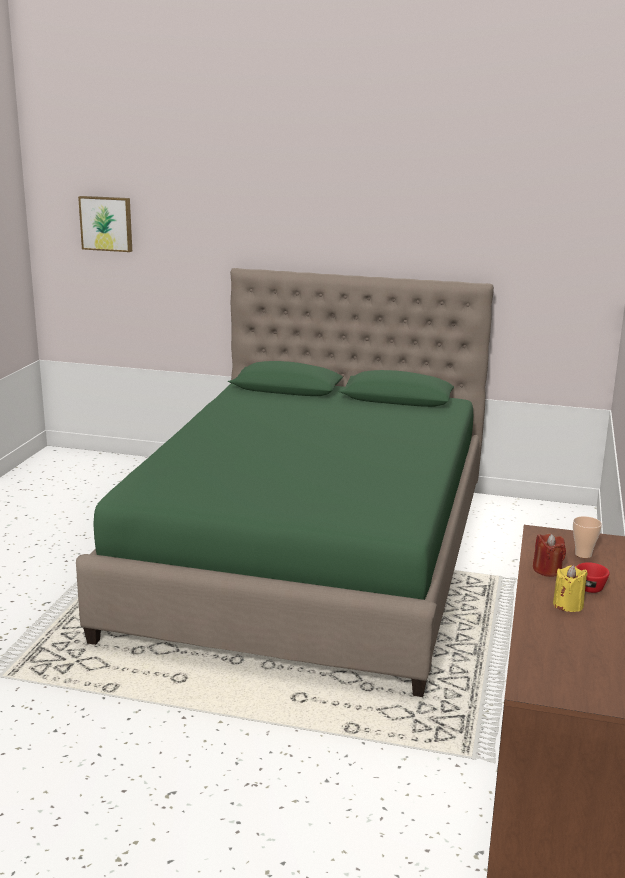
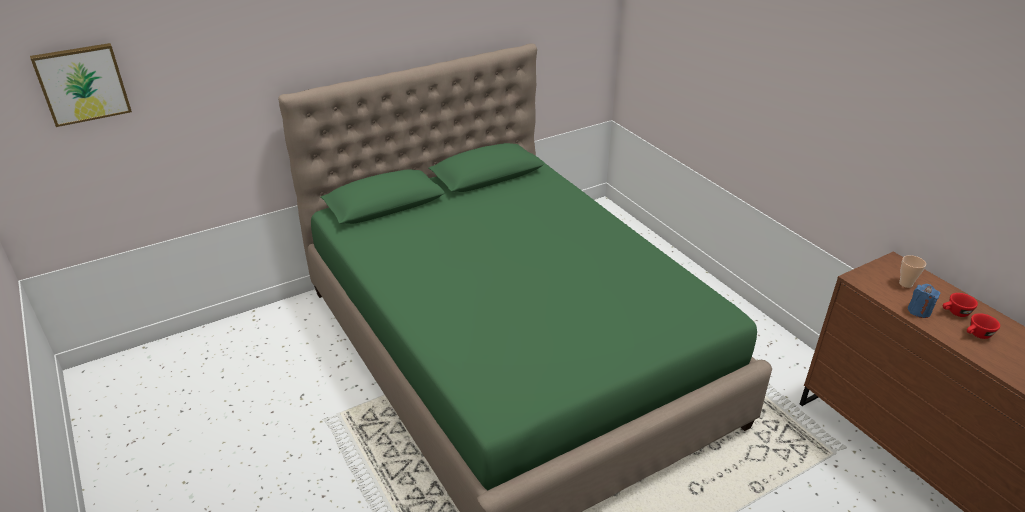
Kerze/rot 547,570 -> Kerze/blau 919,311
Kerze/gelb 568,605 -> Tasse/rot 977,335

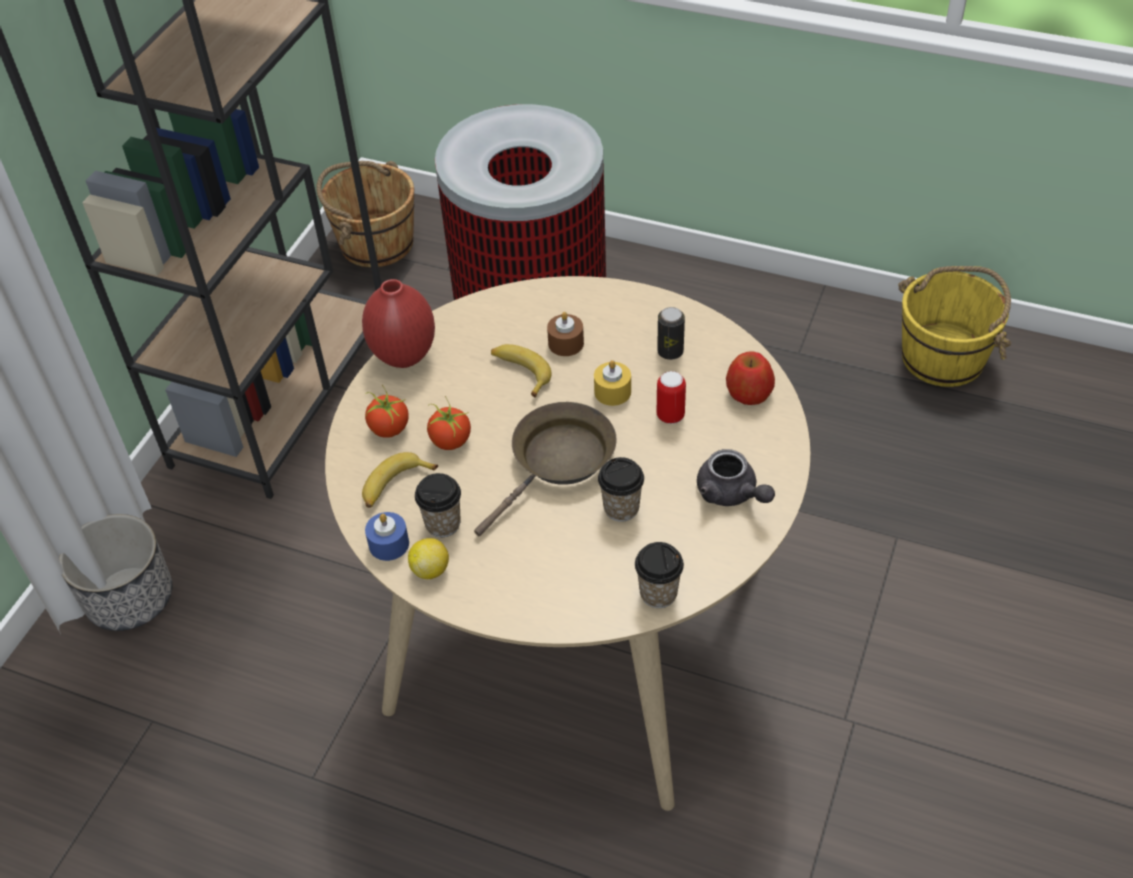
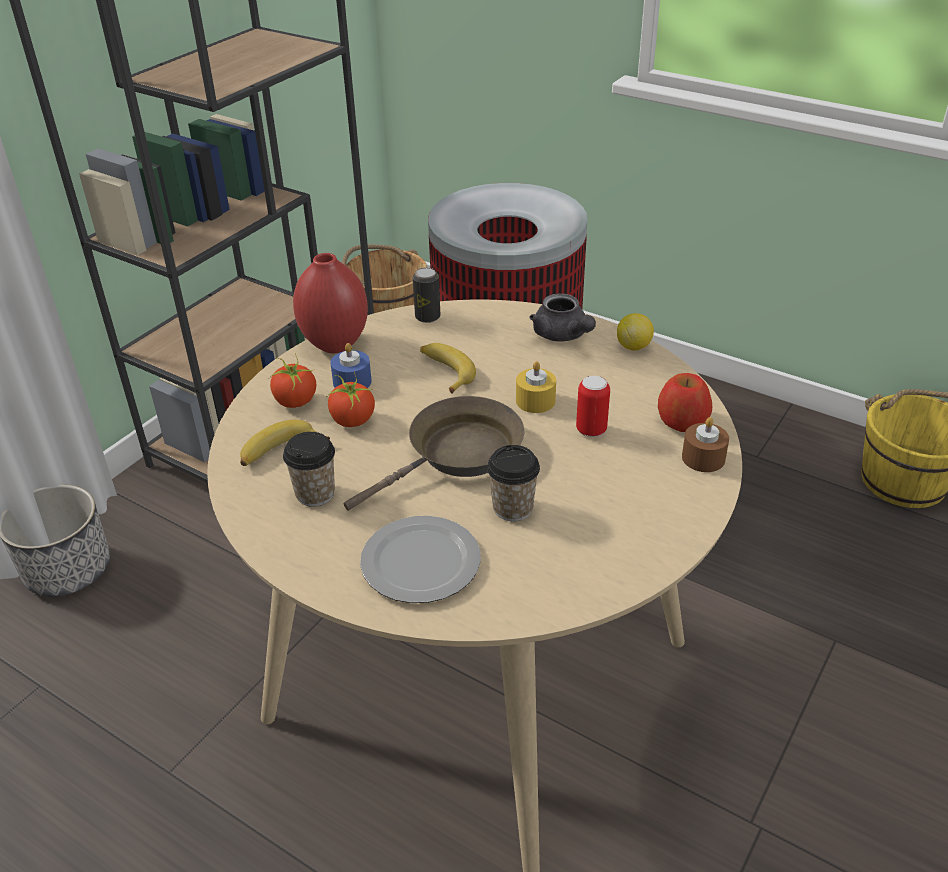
Kerze/blau 389,544 -> Kerze/blau 352,382, relocated
Zitrone 430,569 -> Zitrone 633,346, relocated
Kerze/braun 566,343 -> Kerze/braun 703,458, relocated
Tasse 658,593 -> none
Dose 670,351 -> Dose 427,317, relocated
Teekanne/grau 731,494 -> Teekanne/grau 563,335, relocated
none -> Teller 419,561

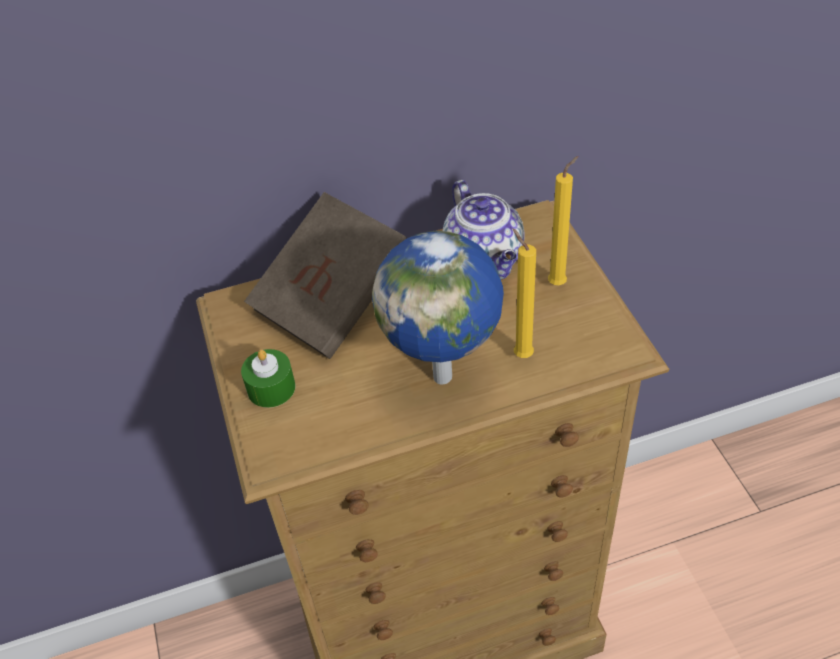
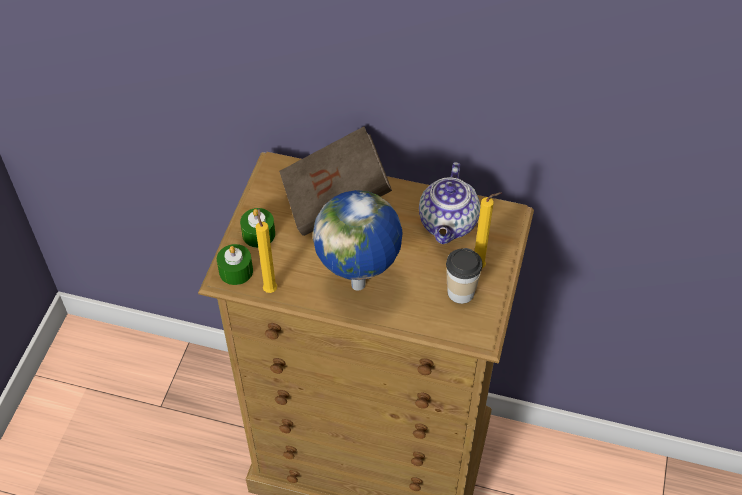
Kerze/gelb 521,354 -> Kerze/gelb 270,288, relocated
none -> Kerze/grün 236,271
none -> Tasse 460,292

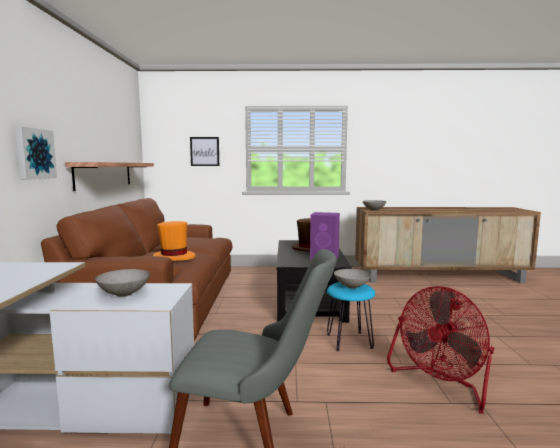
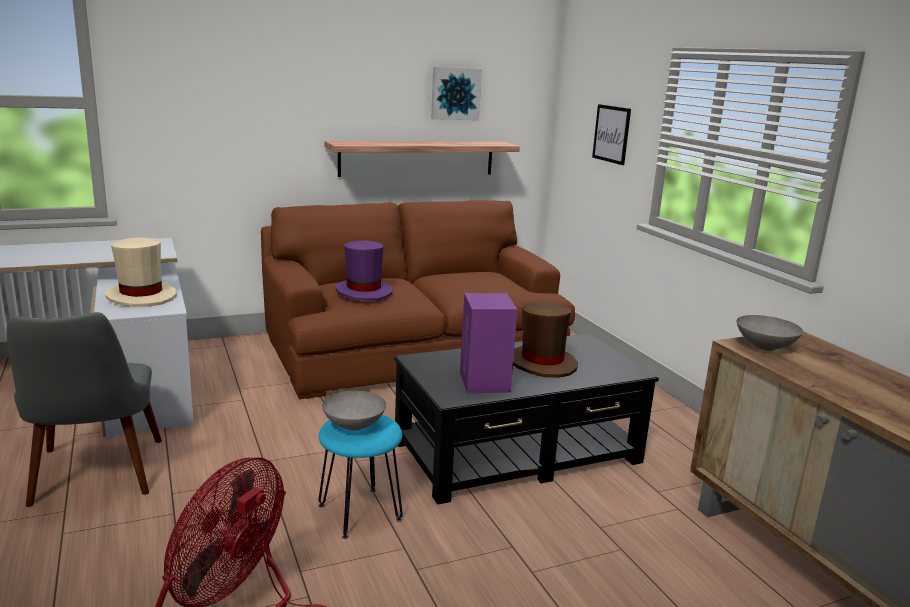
Bild 34,154 -> Bild 455,93, relocated
Schüssel/grau 123,294 -> Hut/beige 142,296
Hut/orange 174,257 -> Hut/lila 364,292

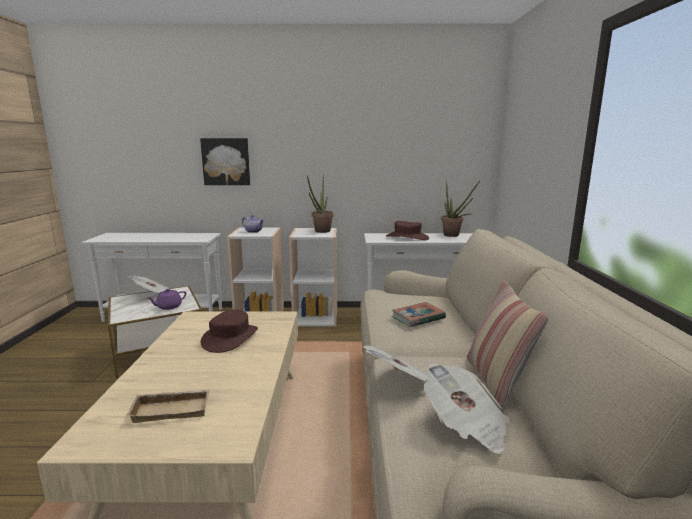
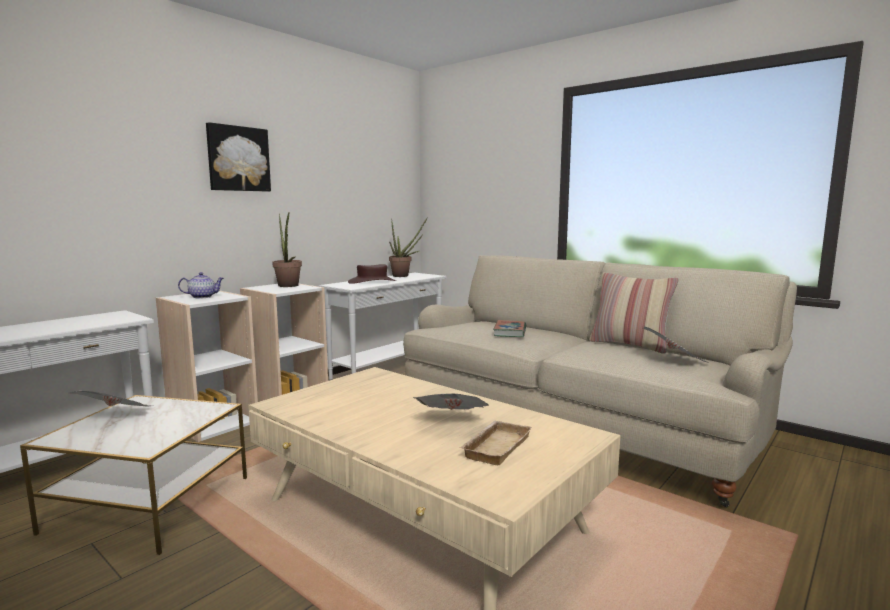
Teekanne/lila 168,307 -> none
Bild 226,161 -> Bild 238,159, relocated
Hut/braun 230,338 -> none
Zeitung 400,382 -> Zeitung 452,422, relocated

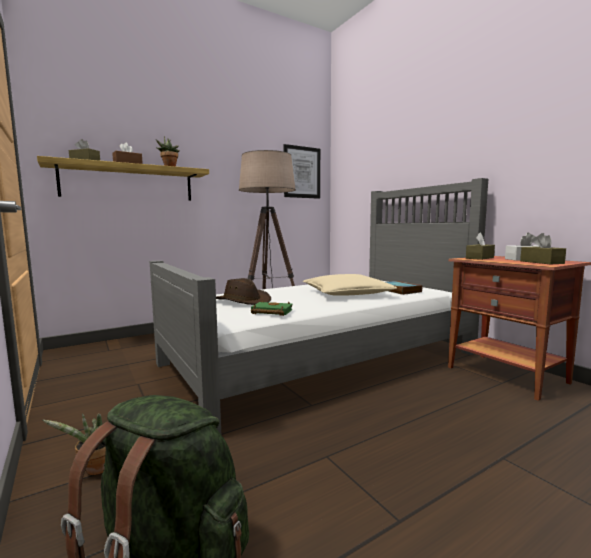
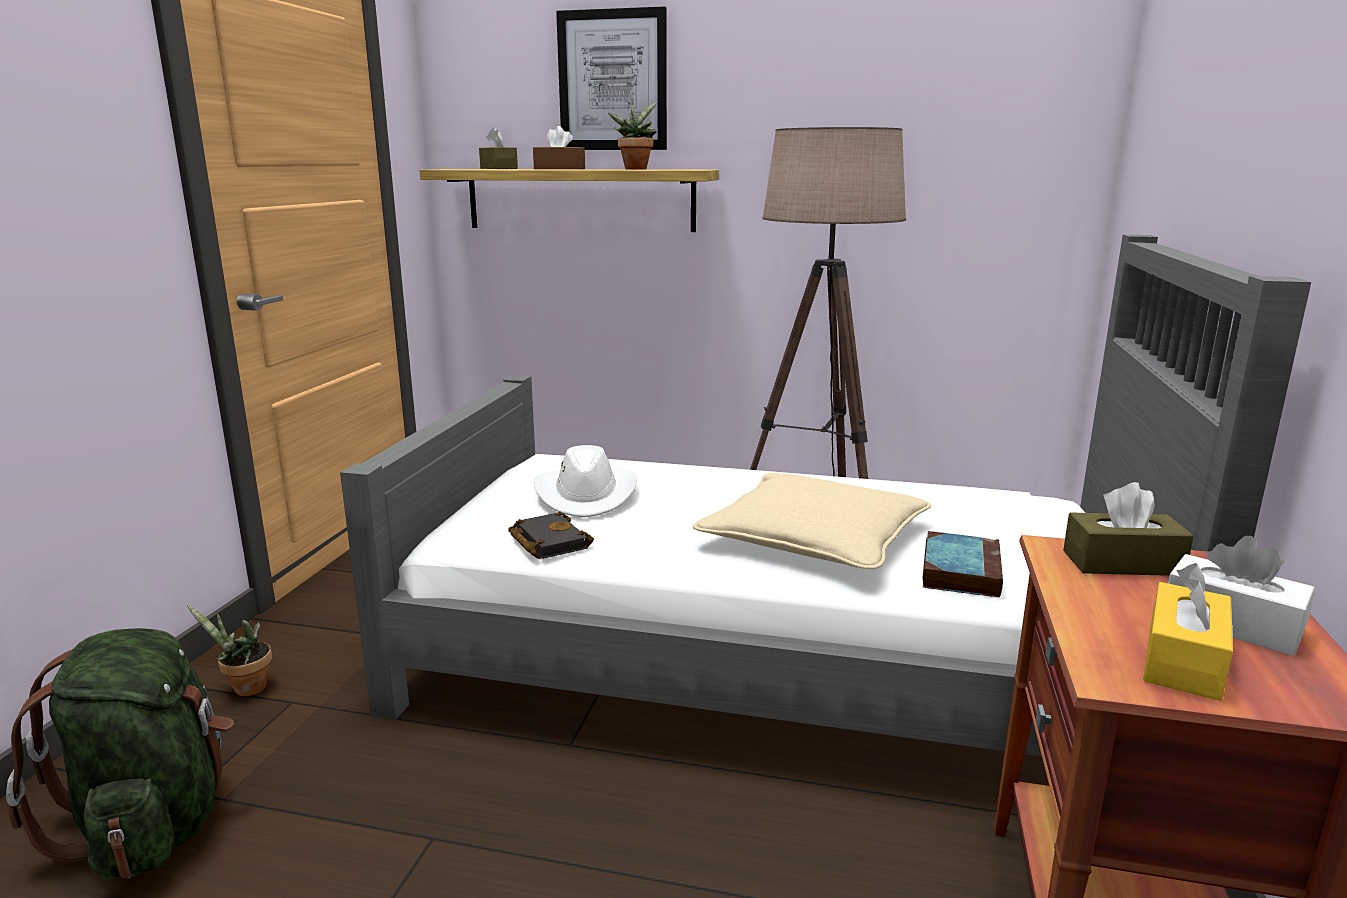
Hut/braun 242,301 -> Hut/weiß 587,495
Buch/grün 270,312 -> Buch/schwarz 546,542
Bild 302,172 -> Bild 612,81, relocated
Taschentuchbox/braun 541,262 -> Taschentuchbox/gelb 1183,661

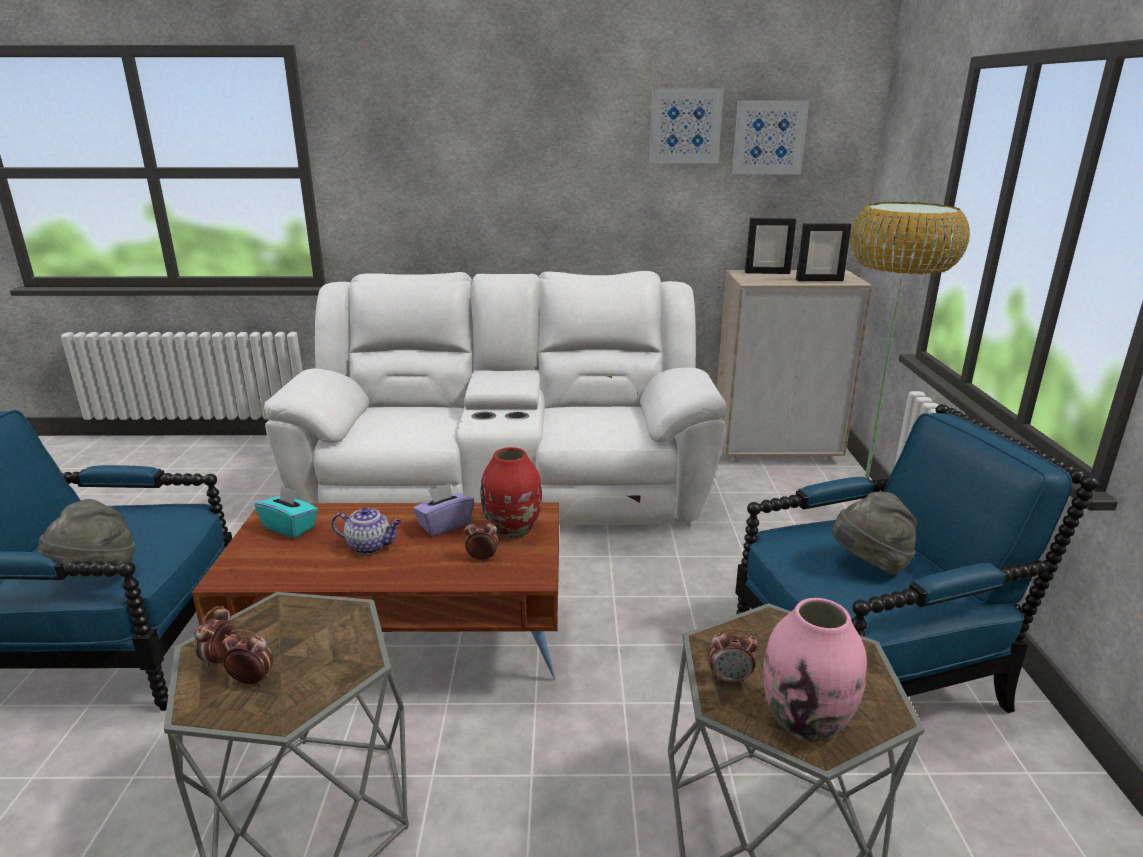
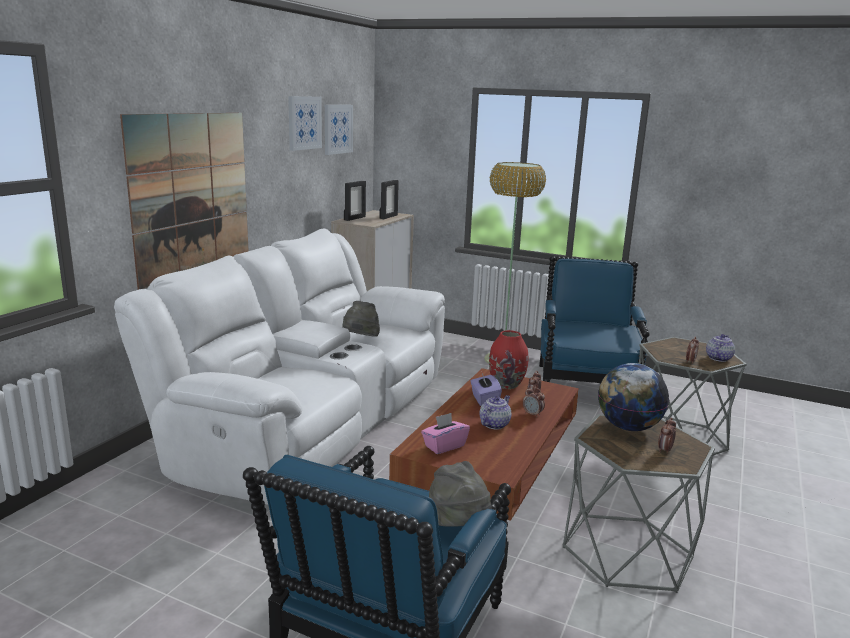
Wecker 221,660 -> Wecker 532,414, relocated
Taschentuchbox/türkis 290,527 -> Taschentuchbox/rosa 444,446
Vase/rosa 806,721 -> Teekanne 718,358
Hut/grau 869,564 -> Hut/grau 360,339, relocated
none -> Bild 191,195
none -> Globus 628,427

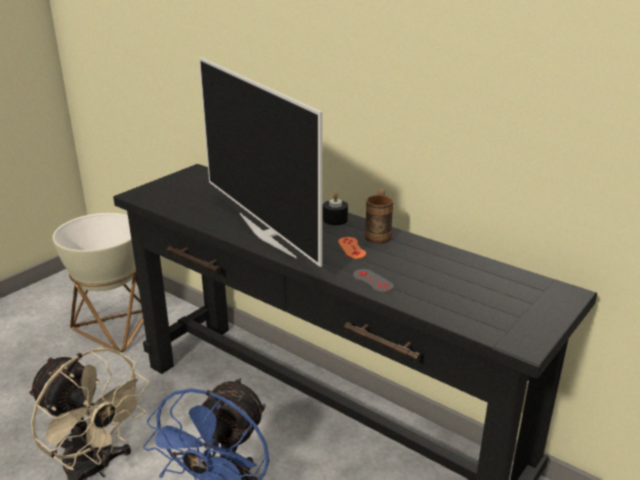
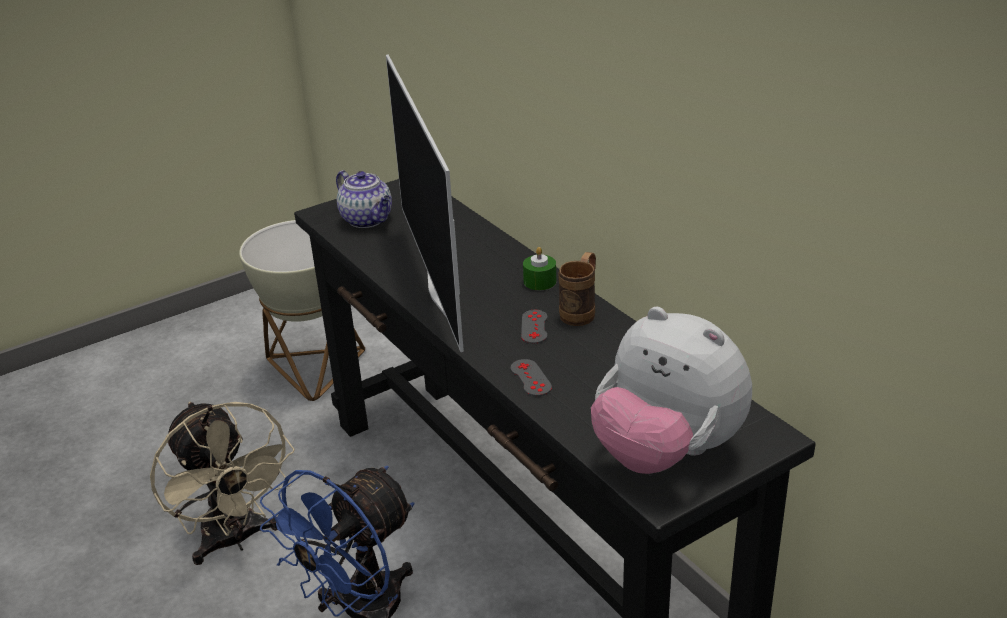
Kerze/schwarz 335,219 -> Kerze/grün 540,281
Gamepad/orange 351,248 -> Gamepad/grau 534,327
none -> Teekanne 368,220
none -> Plüschtier 667,453

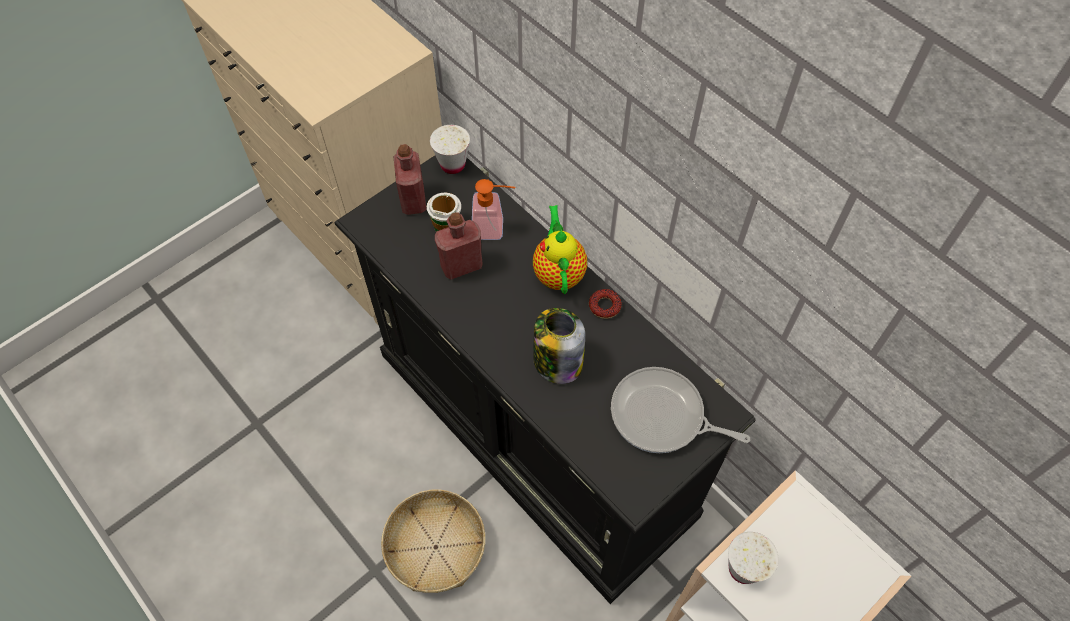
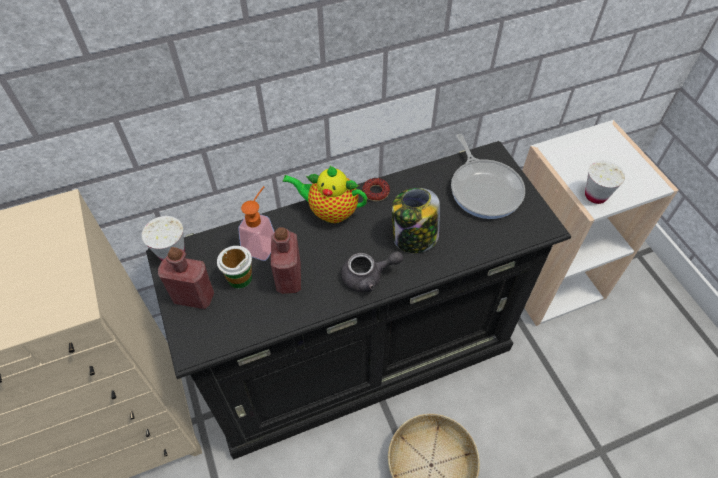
Pfanne 662,416 -> Pfanne 484,189, 60 degrees counterclockwise
none -> Teekanne/grau 368,277

